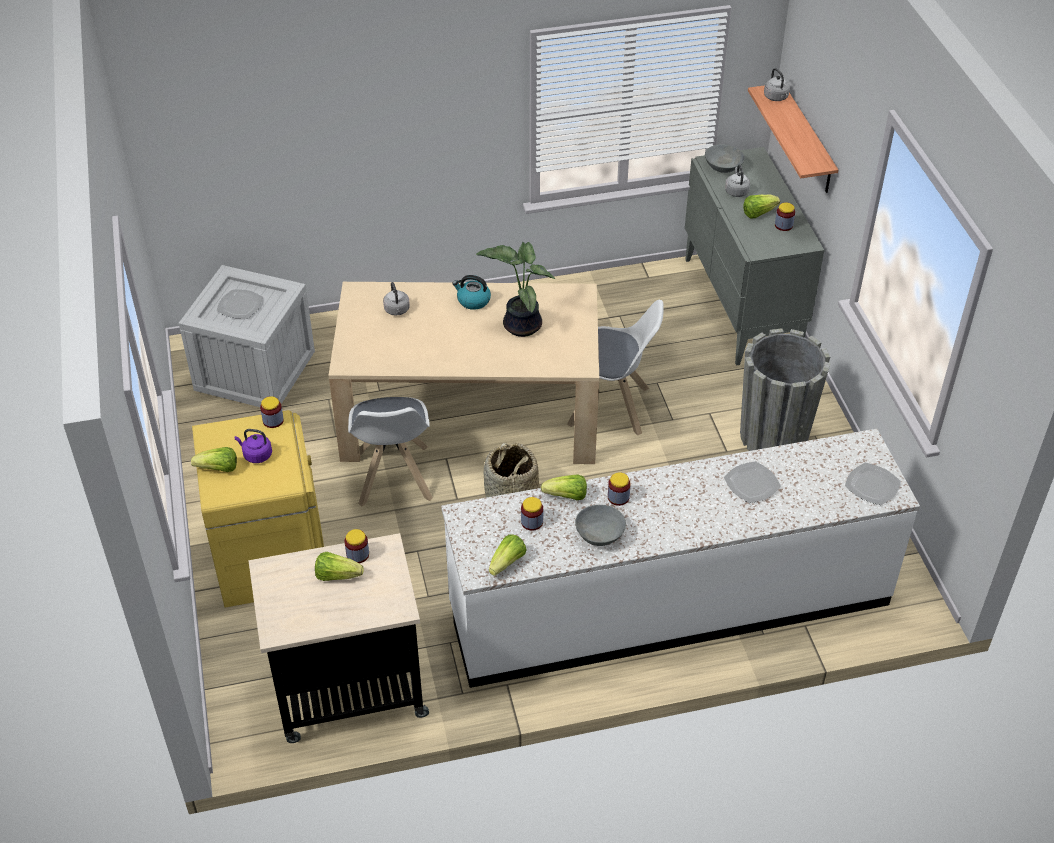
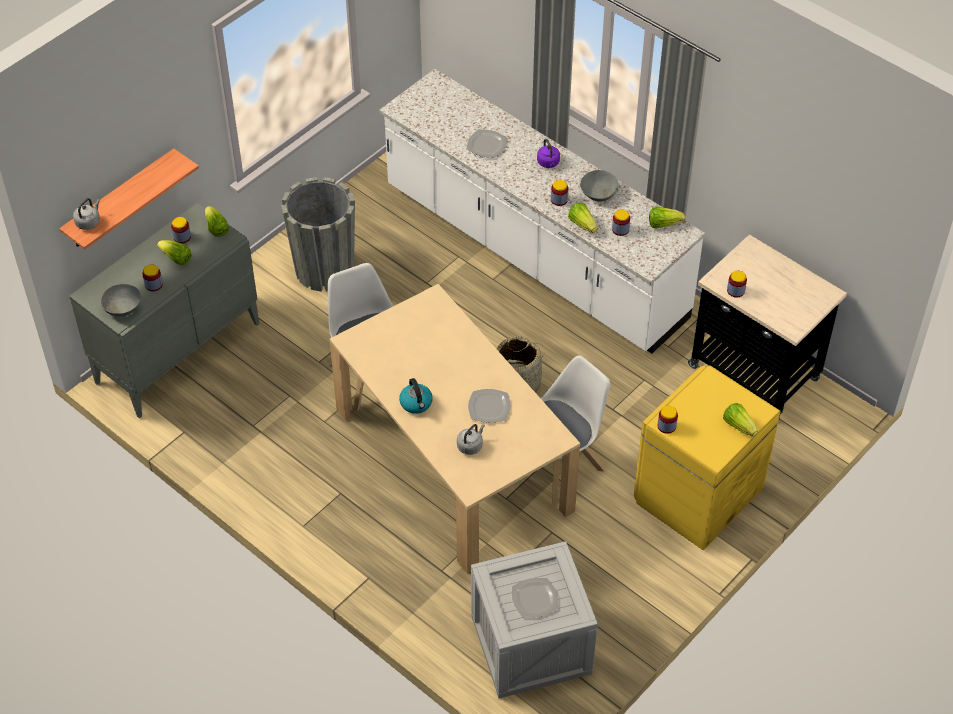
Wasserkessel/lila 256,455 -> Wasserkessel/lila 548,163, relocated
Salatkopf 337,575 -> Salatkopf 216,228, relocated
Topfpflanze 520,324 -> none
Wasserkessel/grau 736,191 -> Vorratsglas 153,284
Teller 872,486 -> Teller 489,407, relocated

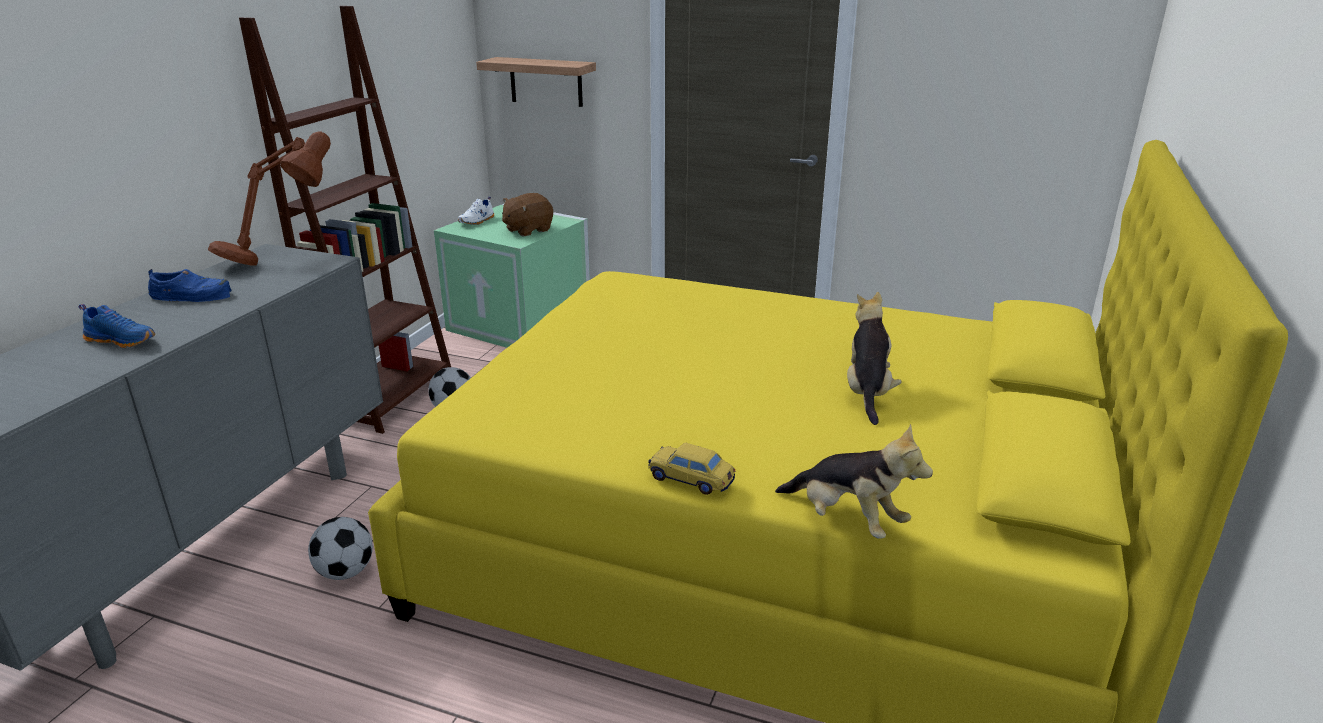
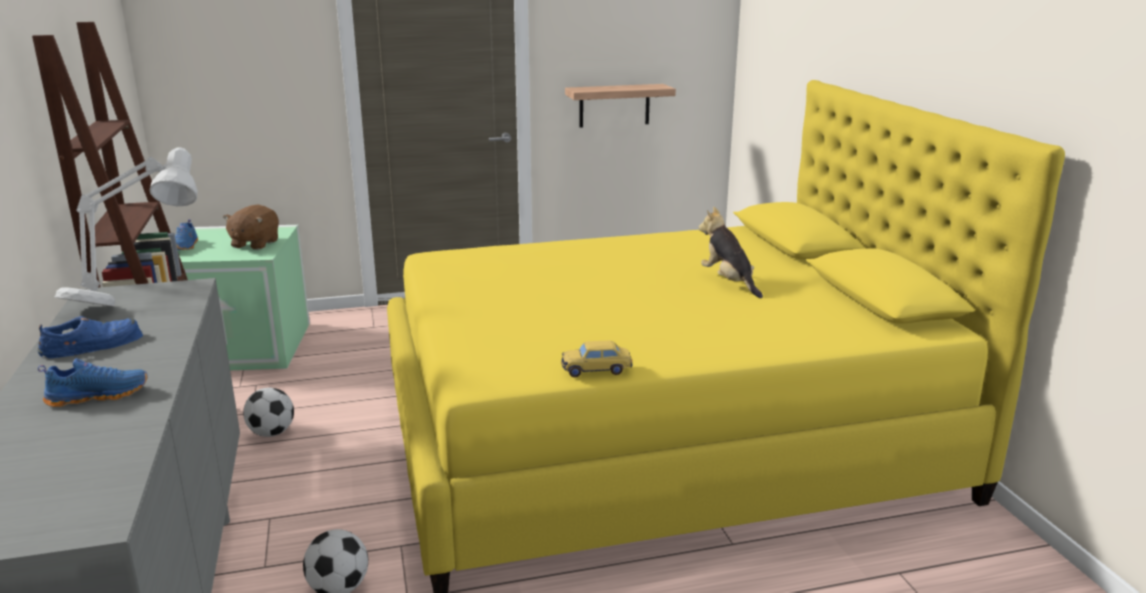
Tischlampe/braun 281,263 -> Tischlampe/grau 138,299
Schuh/weiß 477,221 -> Schuh/blau 186,246
Wandregal 546,82 -> Wandregal 614,105, relocated
Spielzeugauto 691,480 -> Spielzeugauto 596,370, relocated
Plüschtier 847,520 -> none

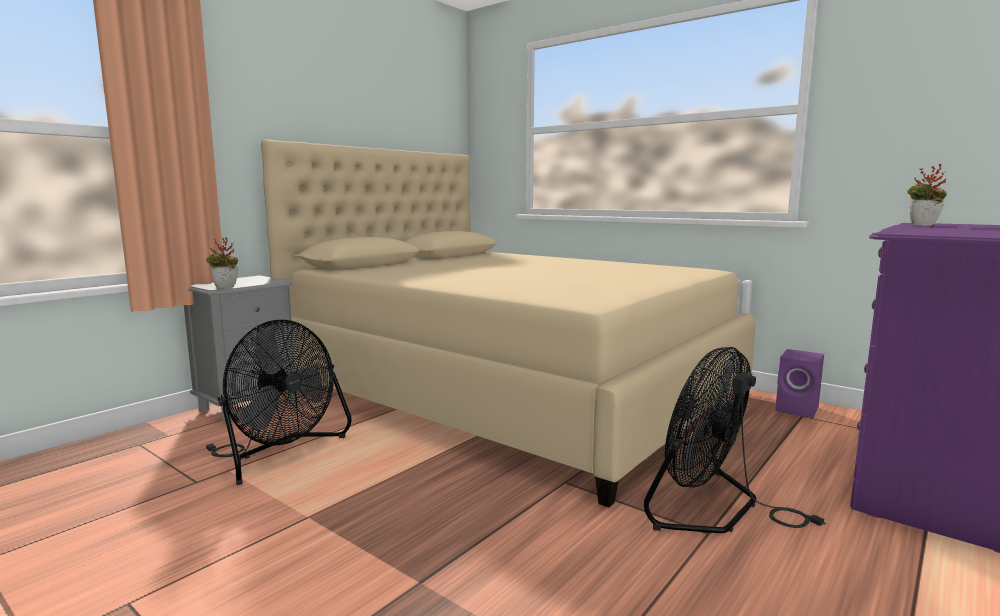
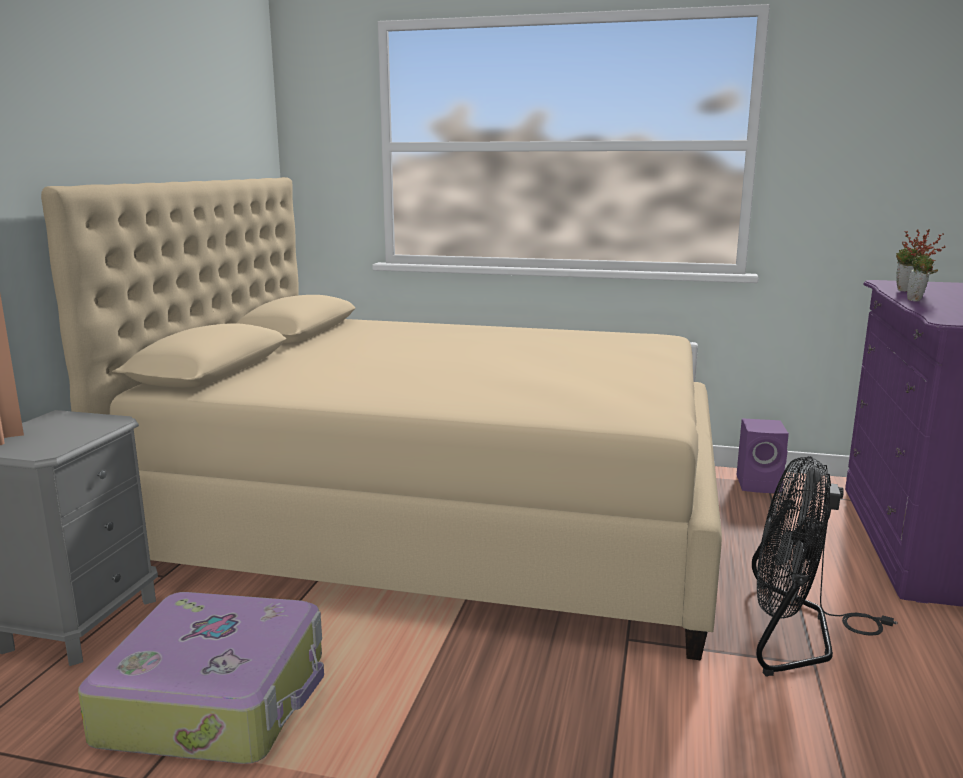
Topfpflanze 225,288 -> Topfpflanze 917,300, relocated
Ventilator/schwarz 275,454 -> Koffer 217,698

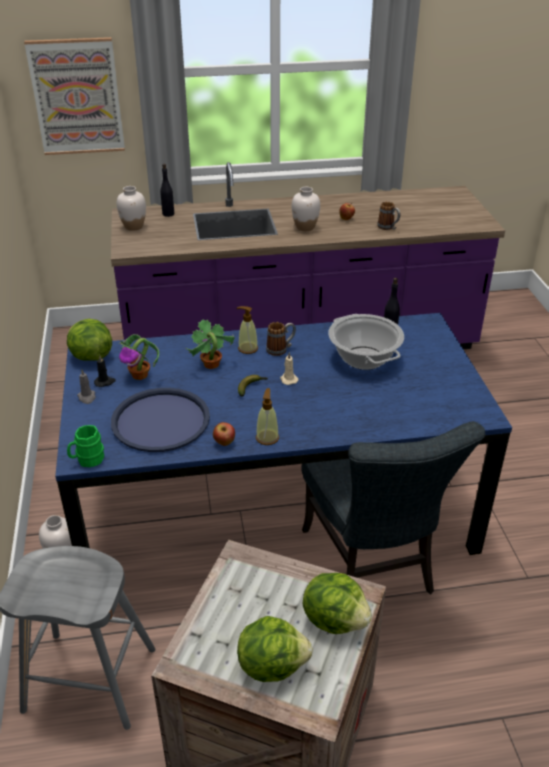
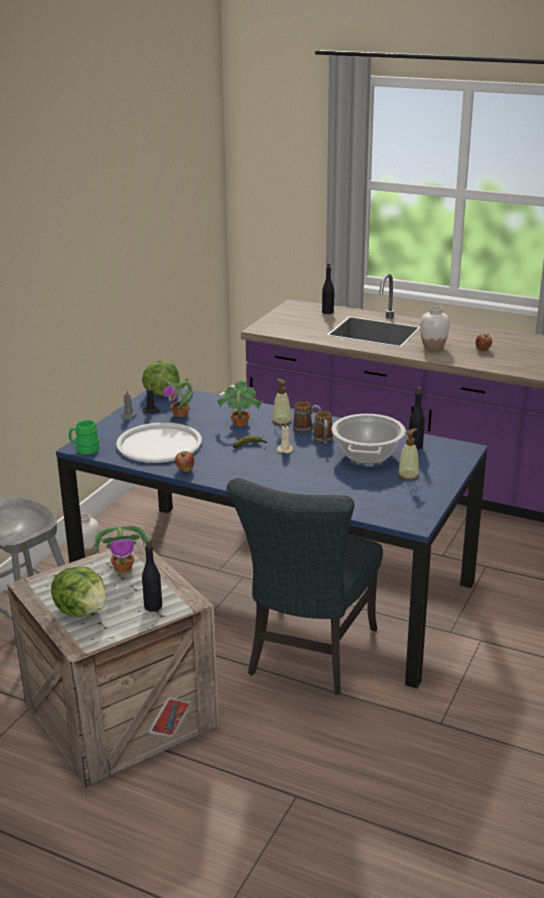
Bild 77,97 -> none
Tablett/blau 161,420 -> Tablett/weiß 159,444
Vase/weiß 134,226 -> none
Seifenspender 267,437 -> Seifenspender 408,475, relocated
Salatkopf 335,619 -> Flasche/schwarz 153,606
Henkelbecher 388,228 -> Henkelbecher 323,441, relocated
none -> Topfpflanze 124,568

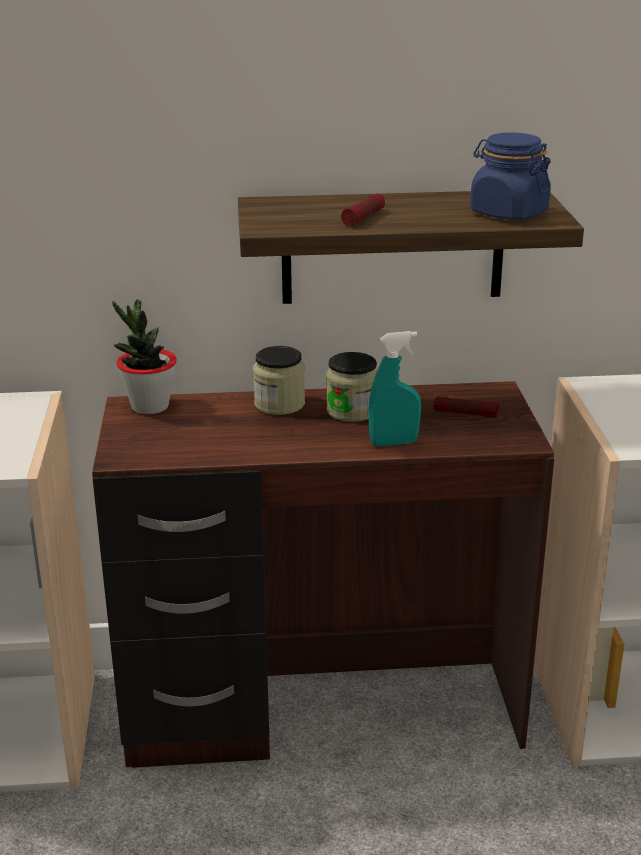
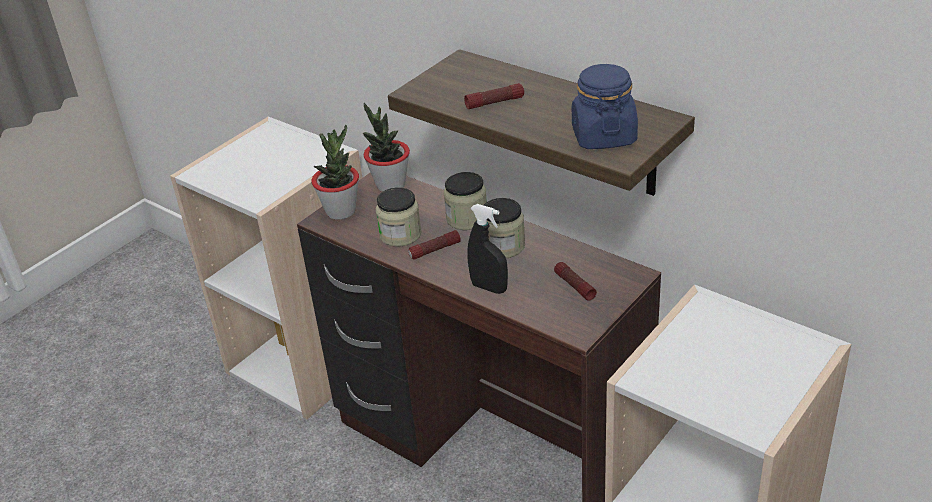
Sprühflasche/türkis 393,443 -> Sprühflasche/schwarz 489,287
none -> Topfpflanze 341,211
none -> Vorratsglas 400,234
none -> Taschenlampe 434,250

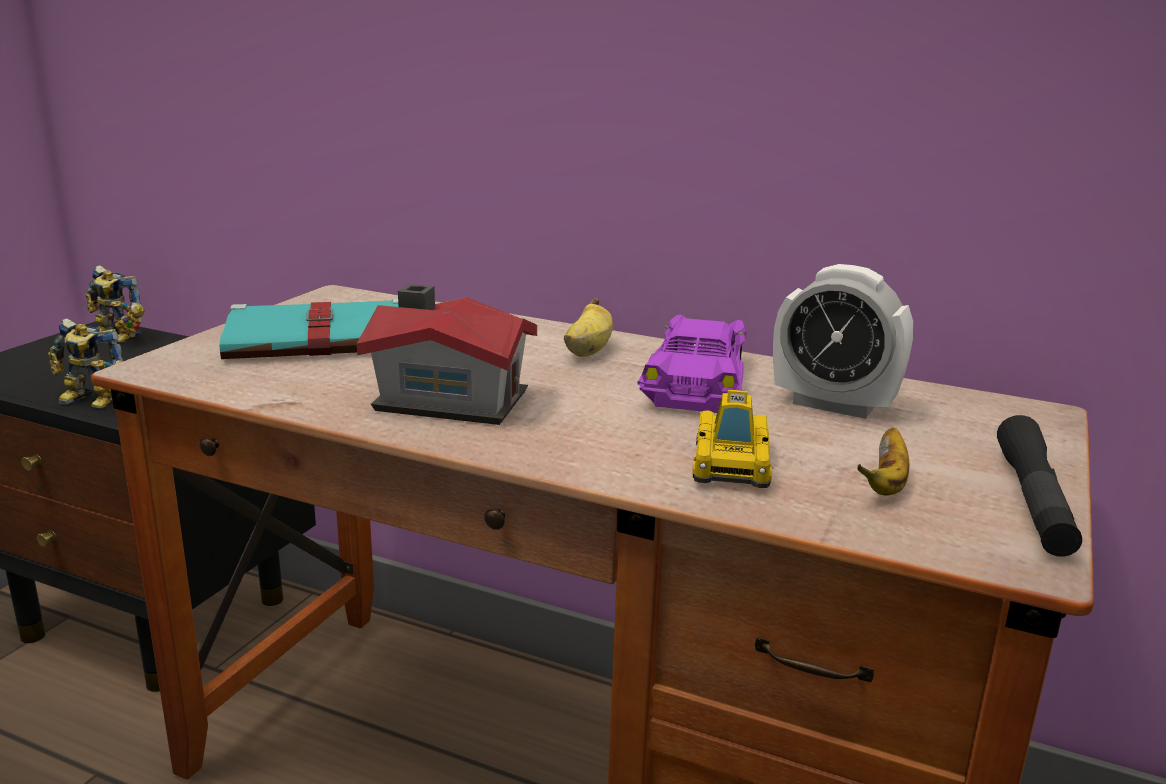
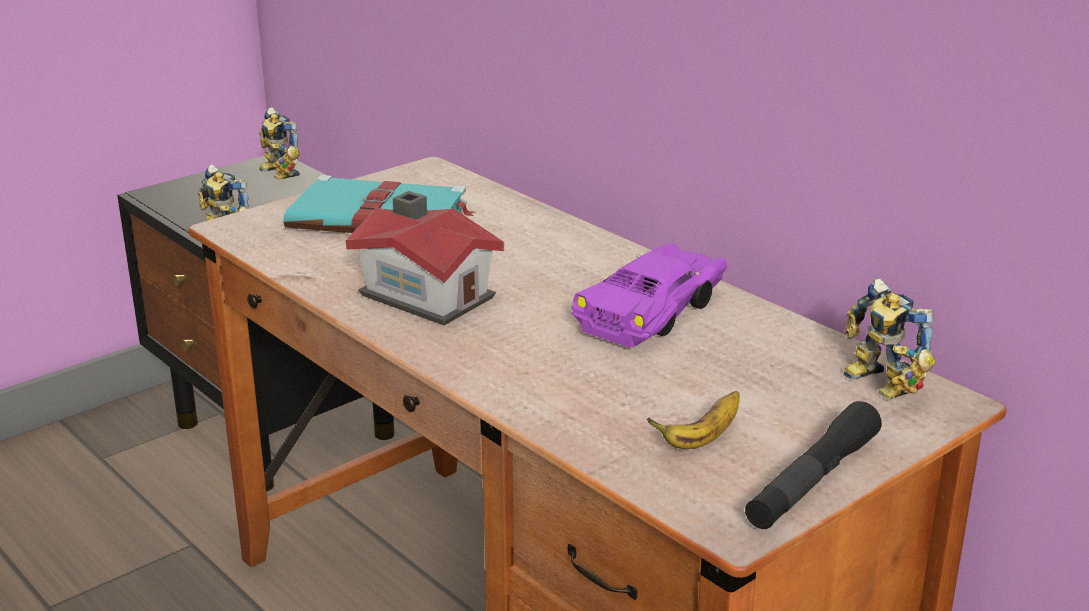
Banane 588,351 -> none
Spielzeugauto 731,463 -> none
Wecker 833,405 -> none
none -> Spielzeugroboter 877,385

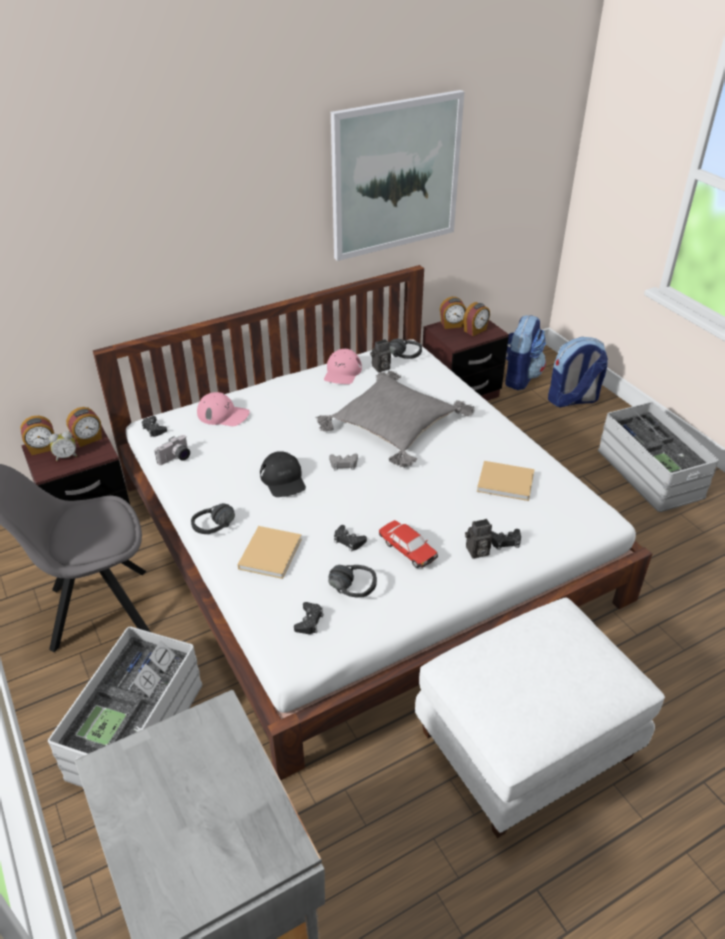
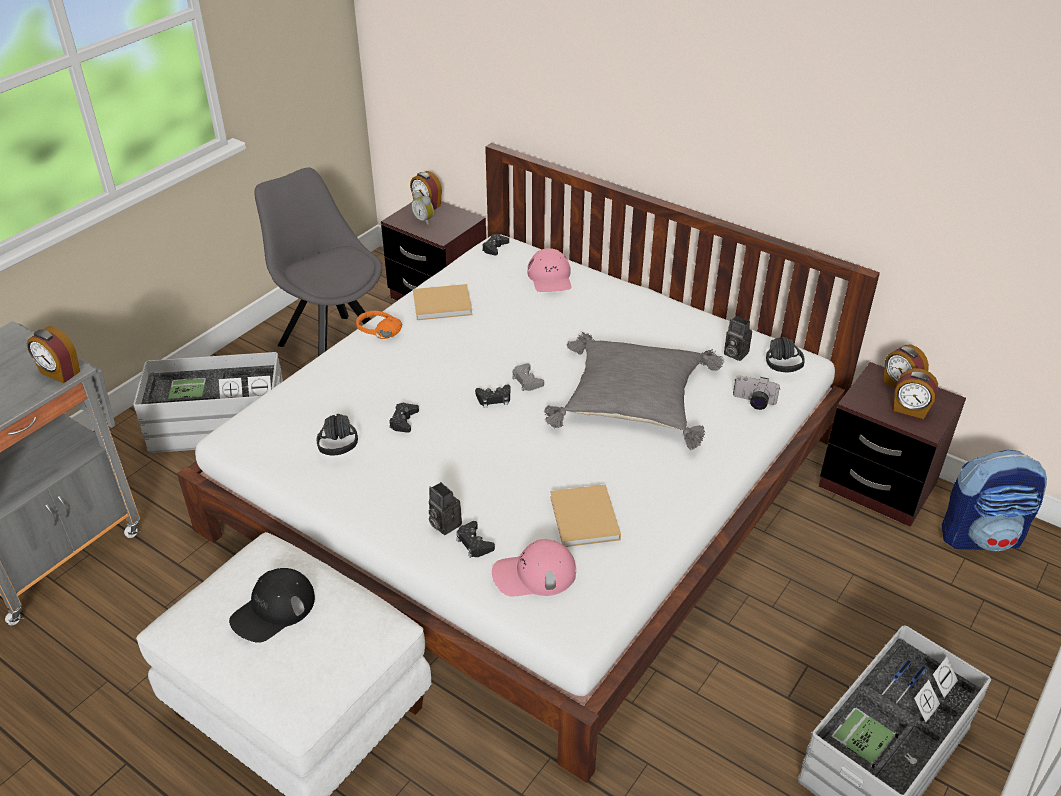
Wecker 88,439 -> Wecker 59,373, relocated
Kamera 176,459 -> Kamera 753,402, relocated
Kopfhörer/schwarz 218,529 -> Kopfhörer/orange 376,335
Buch/beige 271,552 -> Buch/beige 444,304, relocated
Kappe/schwarz 283,479 -> Kappe/schwarz 273,610, relocated
Gamepad/schwarz 309,621 -> Gamepad/schwarz 494,399, relocated
Kappe/rosa 342,372 -> Kappe/rosa 534,574, relocated
Bild 395,176 -> none
Spielzeugauto 407,550 -> none
Rucksack 572,400 -> none

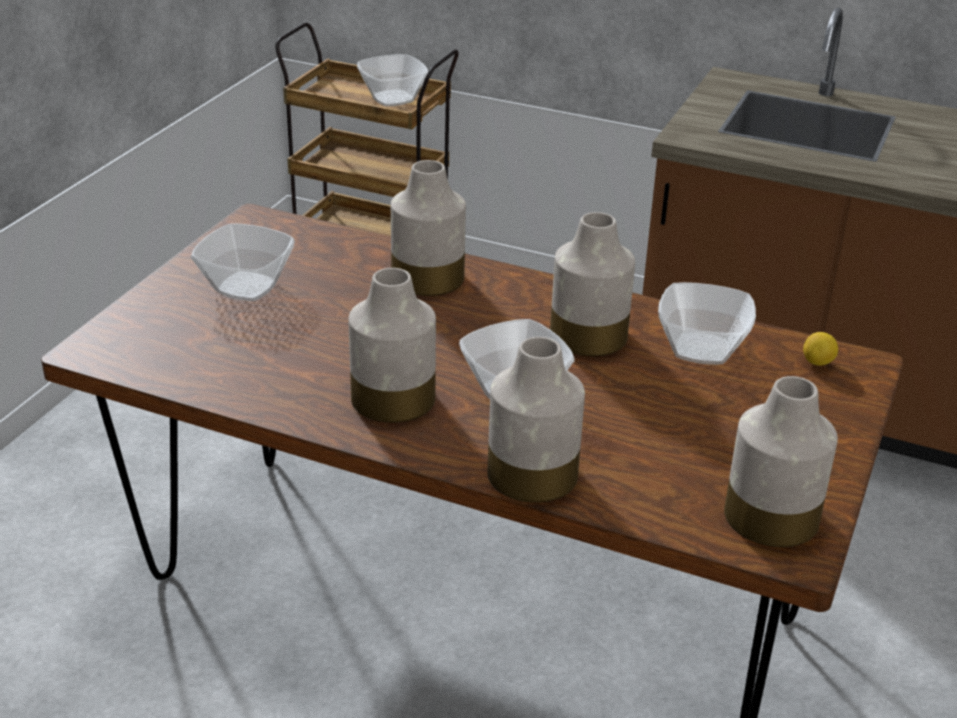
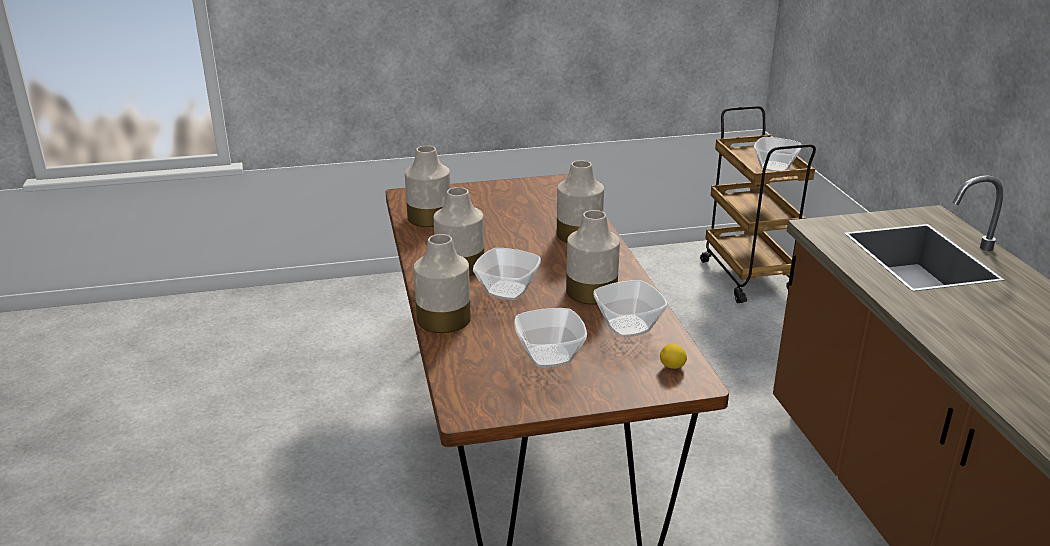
Schüssel 247,288 -> Schüssel 549,357, relocated
Vase/beige 770,516 -> Vase/beige 429,217, relocated

